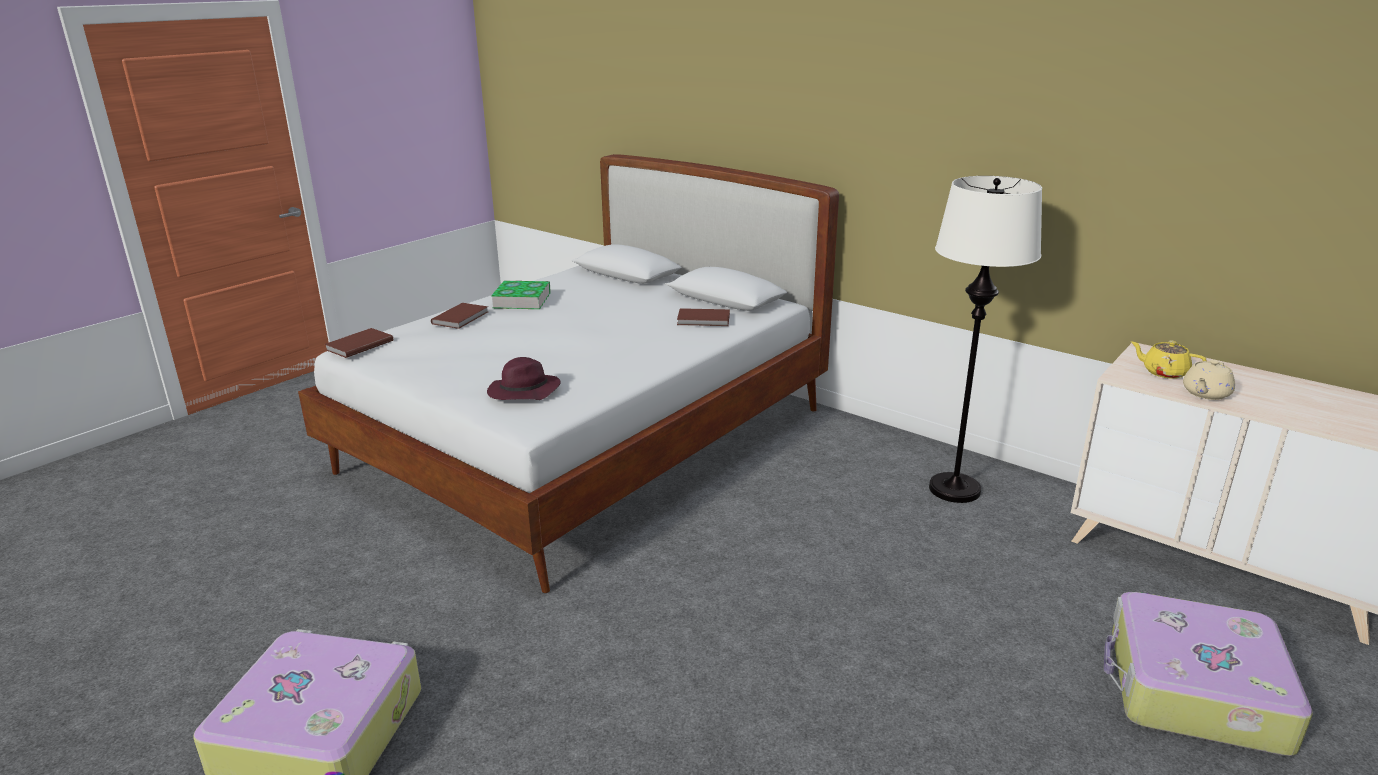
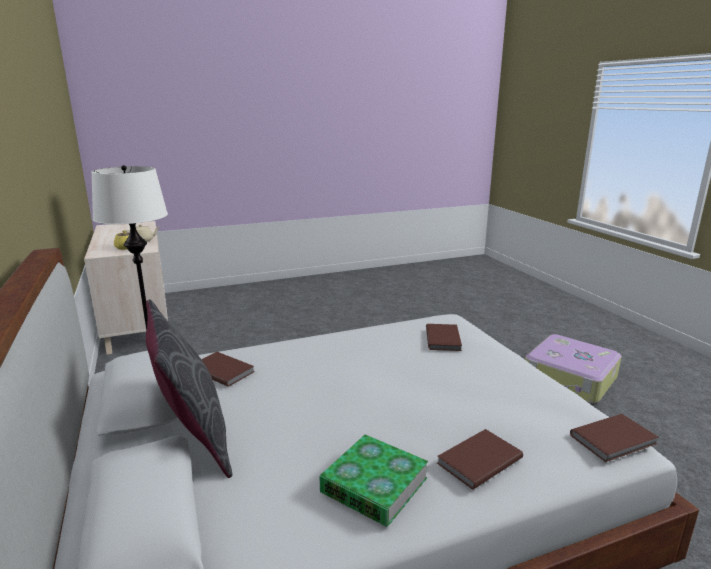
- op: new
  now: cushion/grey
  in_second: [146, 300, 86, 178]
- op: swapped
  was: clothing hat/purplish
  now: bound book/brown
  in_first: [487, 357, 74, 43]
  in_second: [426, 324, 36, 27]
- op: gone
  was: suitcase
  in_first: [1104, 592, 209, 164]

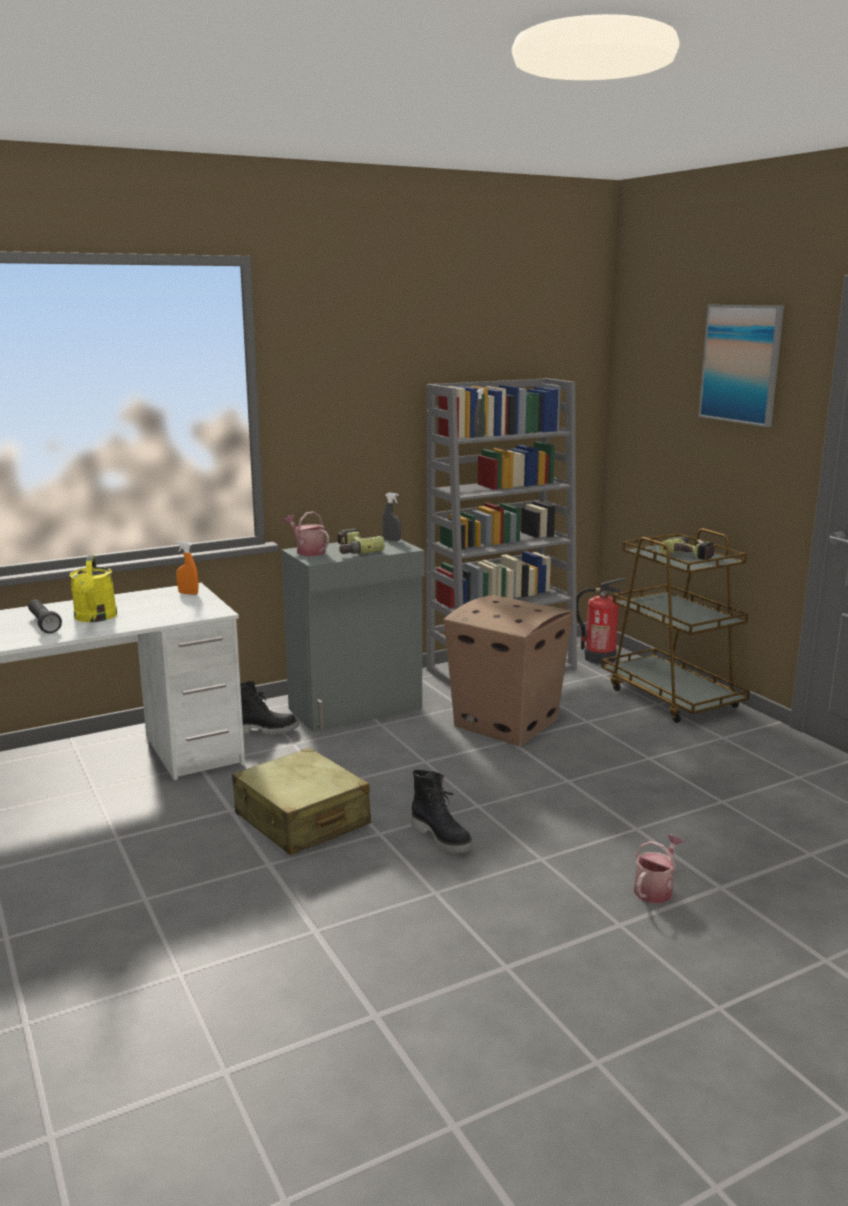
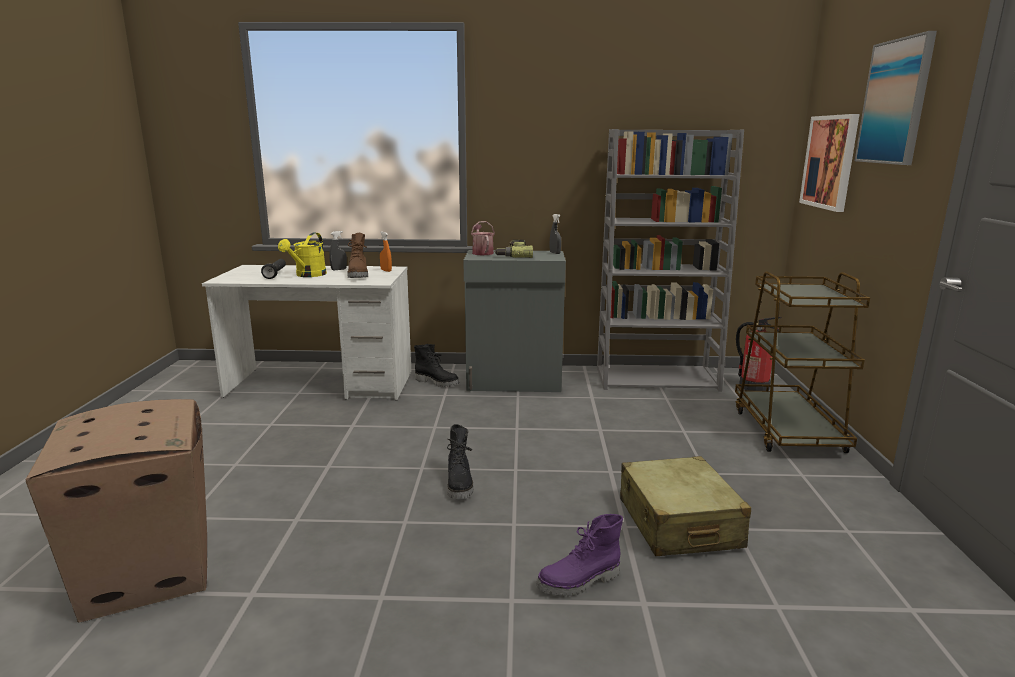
- op: shifted
  was: carton
  in_first: [443, 595, 130, 151]
  in_second: [25, 399, 182, 224]
- op: shifted
  was: sprayer/grey
  in_first: [473, 388, 12, 49]
  in_second: [329, 231, 18, 39]
- op: new
  now: boot/brown
  in_second: [347, 233, 21, 45]
- op: swapped
  was: sprinkling can
  now: boot/purplish
  in_first: [634, 834, 49, 69]
  in_second: [536, 514, 87, 82]
- op: shifted
  was: suitcase/beige
  in_first: [232, 748, 139, 107]
  in_second: [620, 456, 131, 100]
- op: new
  now: picture
  in_second: [799, 114, 60, 98]
- op: gone
  was: drill
  in_first: [659, 536, 56, 24]

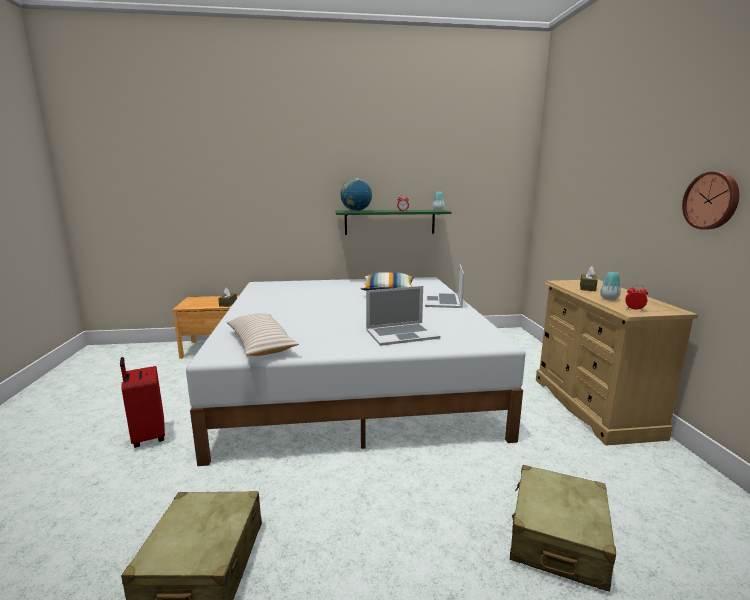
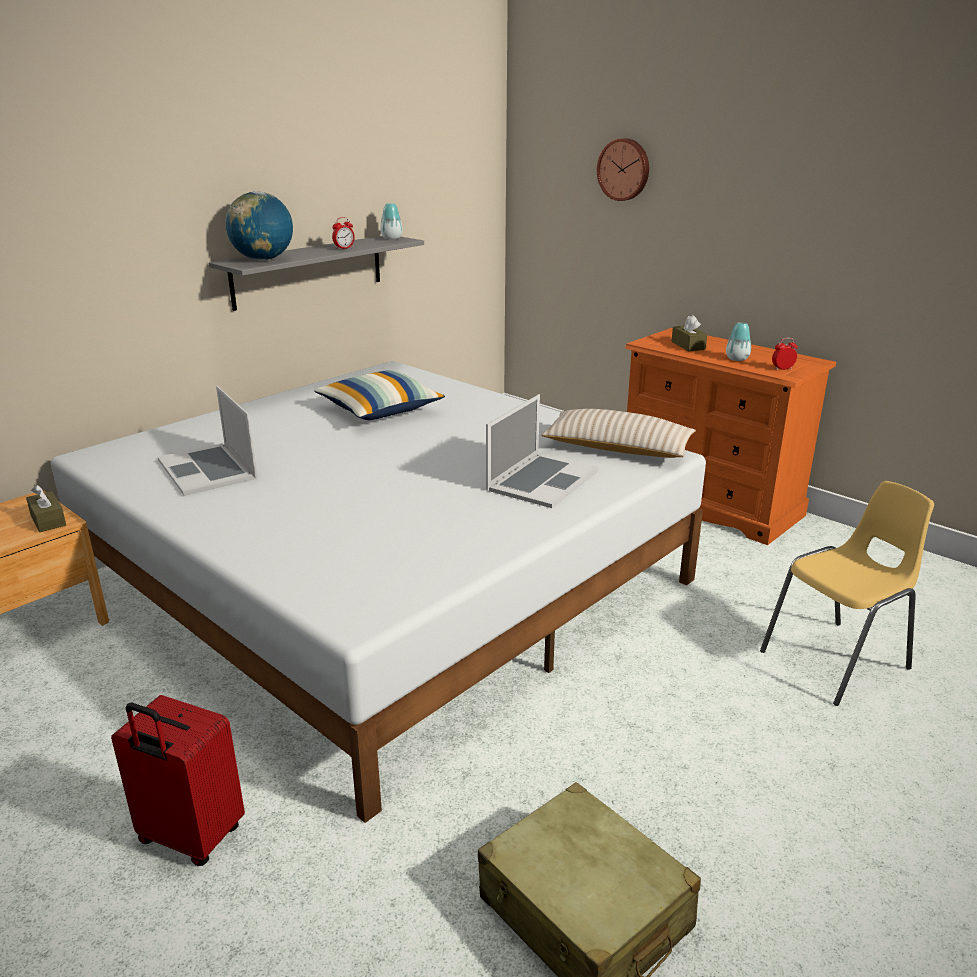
- op: shifted
  was: laptop
  in_first: [425, 264, 39, 44]
  in_second: [158, 386, 100, 110]
- op: repainted
  was: bracket shelf/green
  now: bracket shelf/grey
  in_first: [335, 210, 116, 25]
  in_second: [209, 236, 215, 75]
- op: shifted
  was: cushion/beige
  in_first: [227, 313, 72, 43]
  in_second: [541, 409, 155, 49]
- op: shifted
  was: wall clock
  in_first: [682, 171, 57, 59]
  in_second: [597, 138, 52, 63]
- op: repainted
  was: chest of drawers/beige
  now: chest of drawers/orangey
  in_first: [536, 279, 162, 167]
  in_second: [625, 328, 211, 217]
- op: swapped
  was: suitcase/beige
  now: chair/yellow-coloured
  in_first: [510, 465, 106, 127]
  in_second: [760, 481, 174, 225]

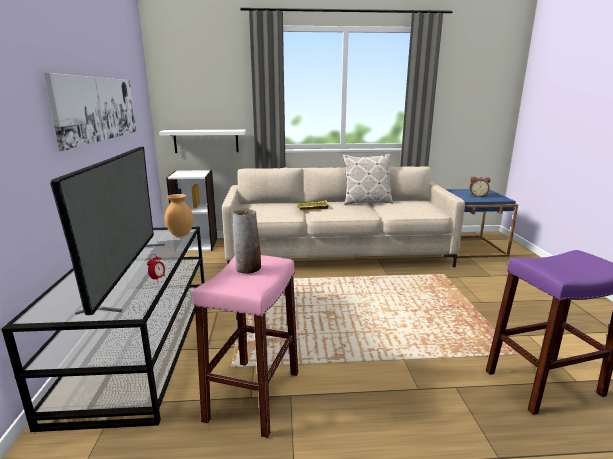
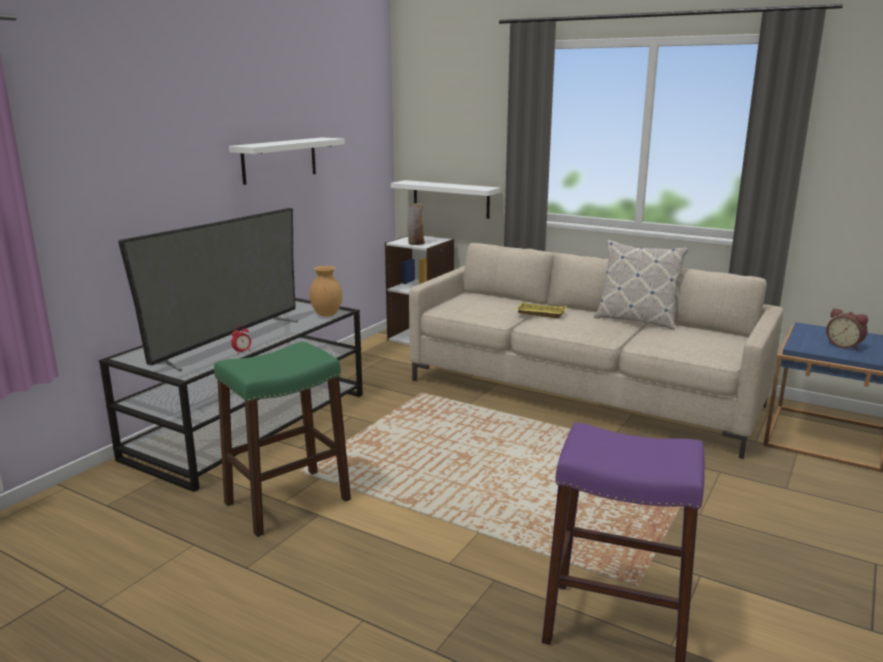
- op: repainted
  was: sitting stool/pink
  now: sitting stool/green
  in_first: [192, 255, 106, 183]
  in_second: [214, 342, 137, 195]
- op: swapped
  was: picture
  now: bracket shelf/white
  in_first: [44, 73, 93, 78]
  in_second: [229, 137, 116, 48]
- op: shifted
  was: vase
  in_first: [233, 209, 28, 65]
  in_second: [407, 203, 18, 42]

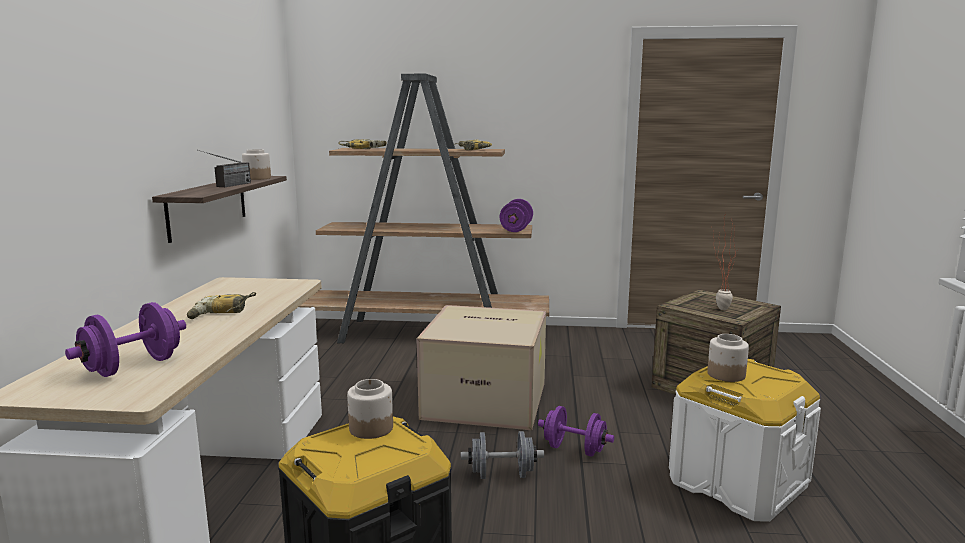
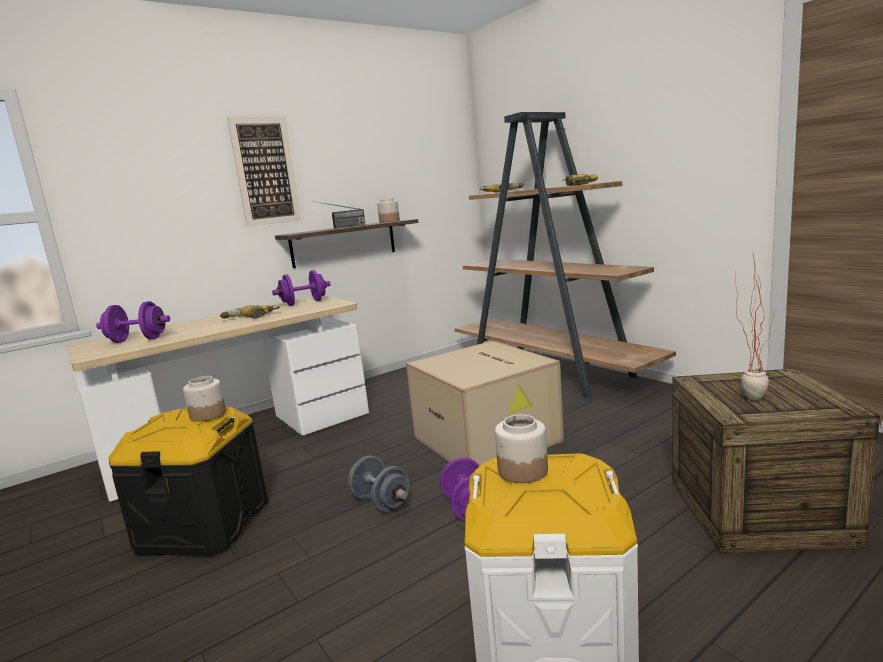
- op: new
  now: picture
  in_second: [227, 117, 74, 110]
- op: shifted
  was: dumbbell/purplish
  in_first: [500, 199, 33, 33]
  in_second: [272, 270, 58, 36]

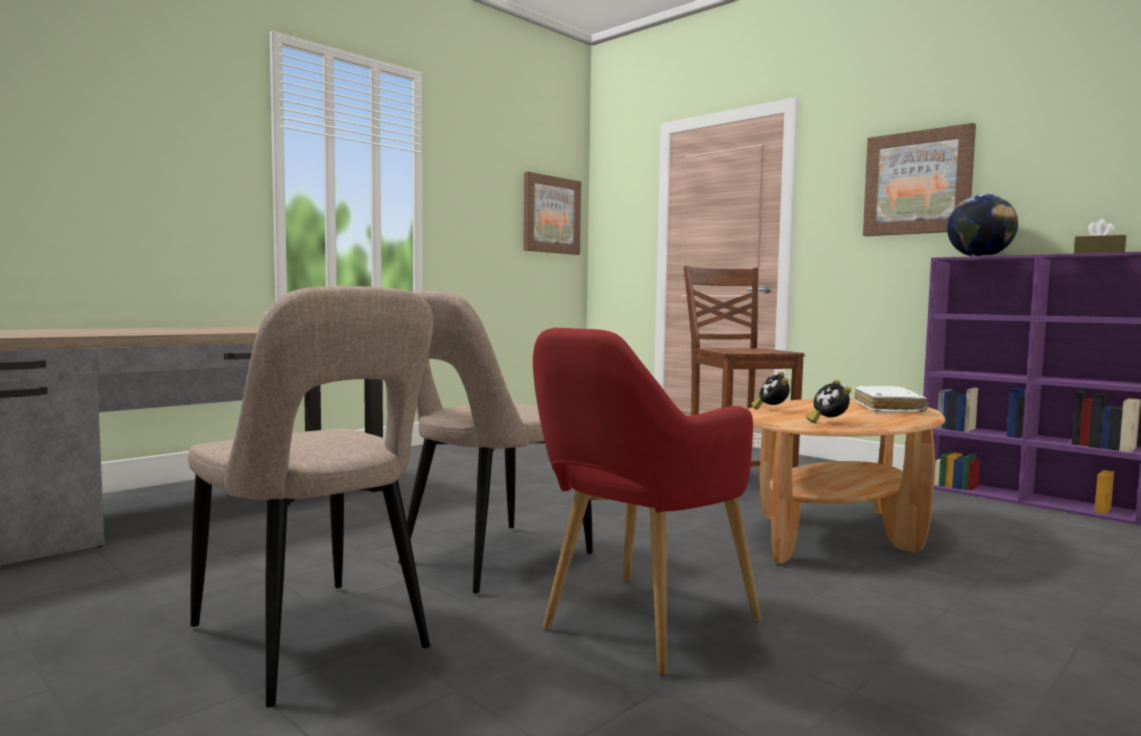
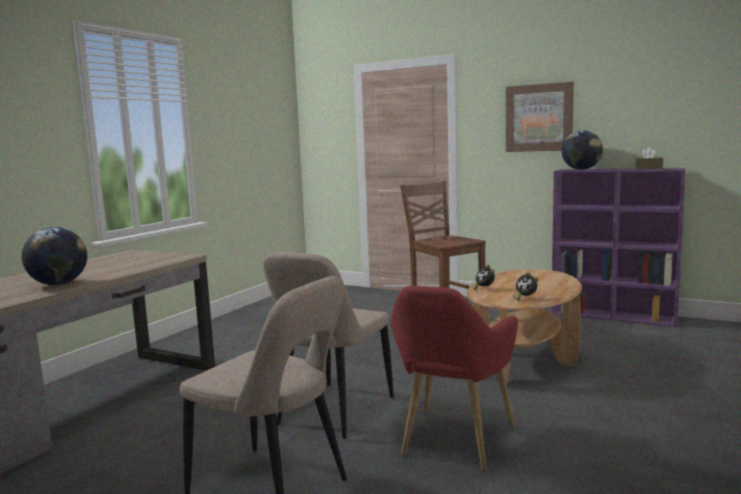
- op: new
  now: world globe
  in_second: [22, 227, 65, 58]
- op: gone
  was: picture
  in_first: [523, 172, 58, 83]
- op: gone
  was: bound book/white
  in_first: [854, 386, 74, 26]

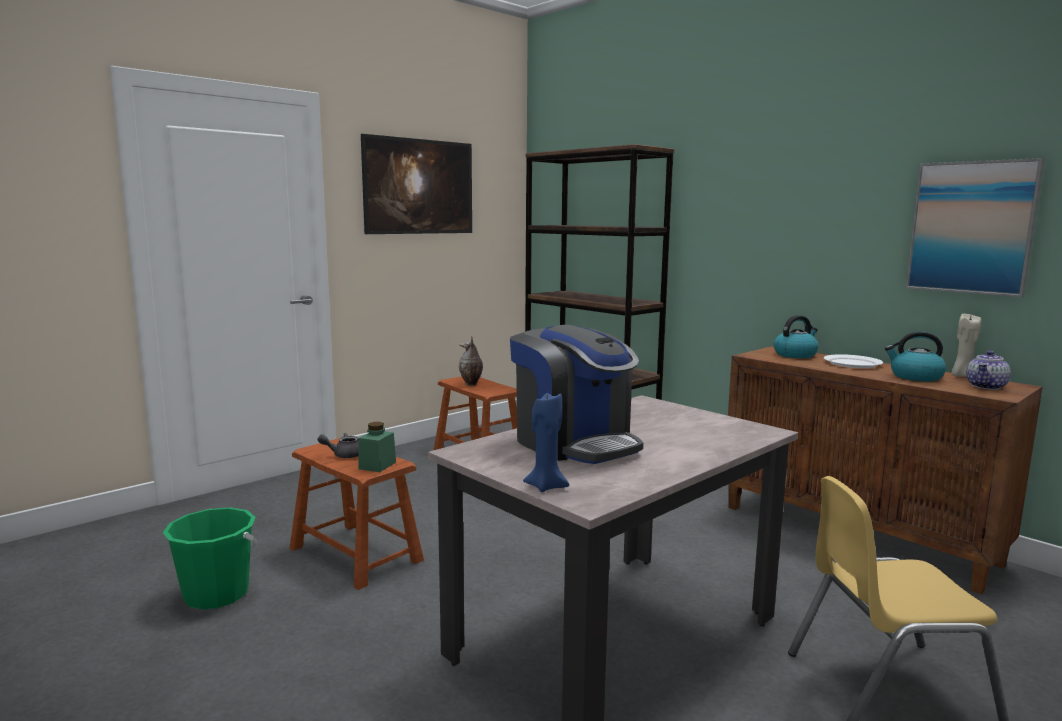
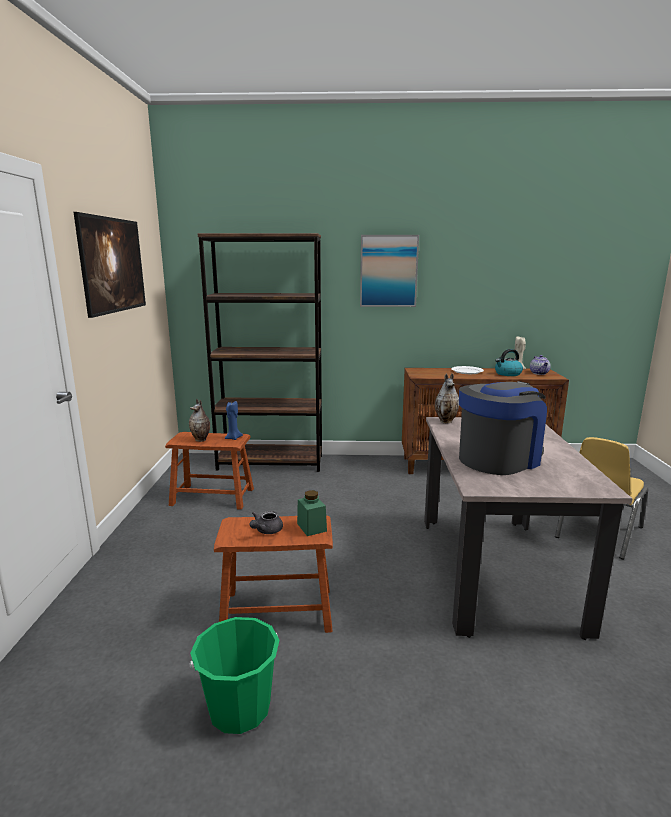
- op: shifted
  was: wax candle/blue
  in_first: [523, 393, 46, 99]
  in_second: [225, 401, 18, 39]
- op: shifted
  was: picture
  in_first: [906, 158, 139, 139]
  in_second: [360, 235, 59, 72]
- op: new
  now: vase
  in_second: [435, 373, 24, 50]
- op: rotated
  was: coffee maker
  in_first: [510, 325, 133, 139]
  in_second: [459, 381, 88, 94]
  clockwise: -45
- op: gone
  was: water kettle
  in_first: [774, 315, 45, 43]

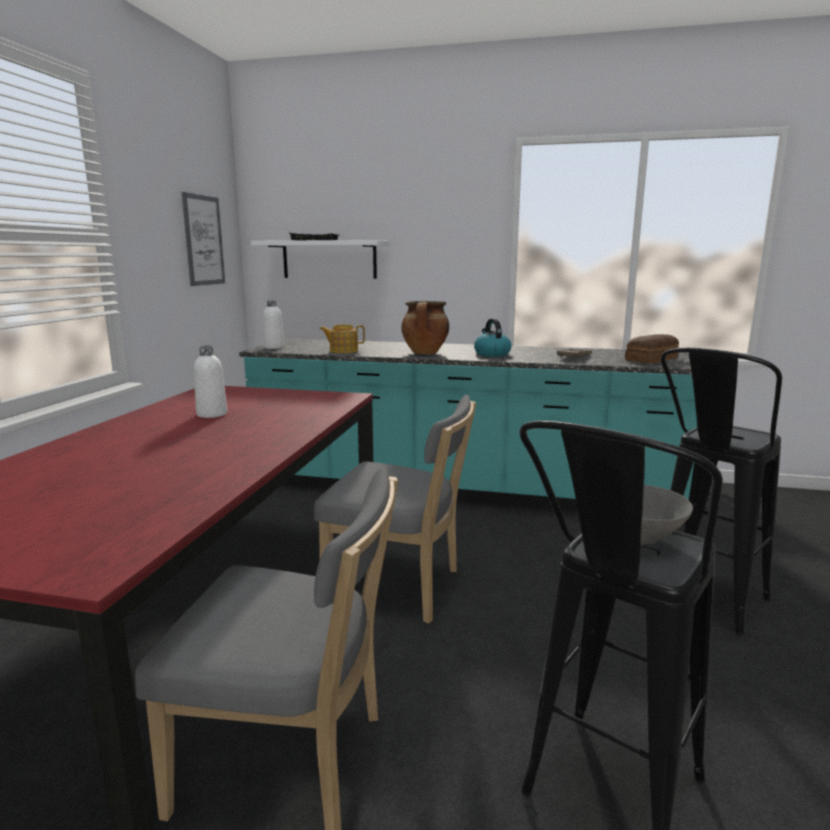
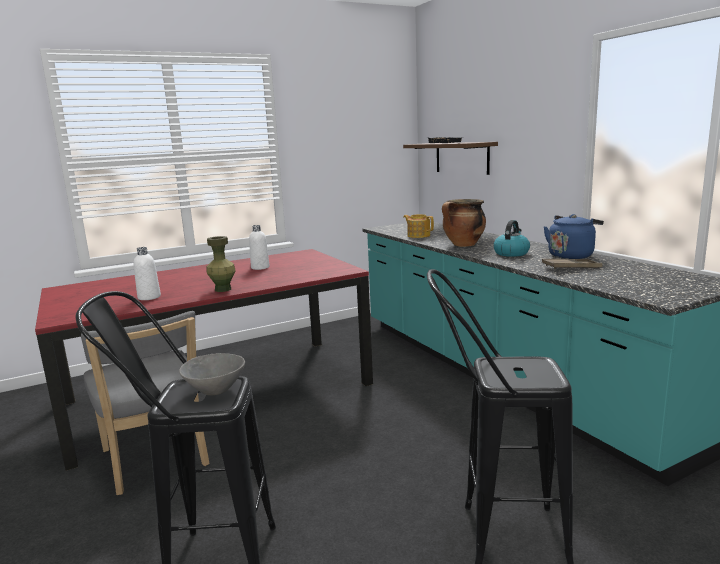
- op: shifted
  was: drink bottle/white
  in_first: [263, 300, 21, 49]
  in_second: [134, 247, 27, 53]
- op: new
  now: vase/green
  in_second: [207, 236, 29, 56]
- op: repainted
  was: bracket shelf/white
  now: bracket shelf/brown
  in_first: [251, 240, 138, 39]
  in_second: [403, 142, 95, 33]
- op: new
  now: water kettle/blue
  in_second: [544, 214, 60, 45]
- op: gone
  was: picture
  in_first: [182, 192, 43, 94]
- op: gone
  was: chair/grey
  in_first: [314, 395, 162, 229]
- op: gone
  was: baked bread
  in_first: [625, 334, 54, 30]

